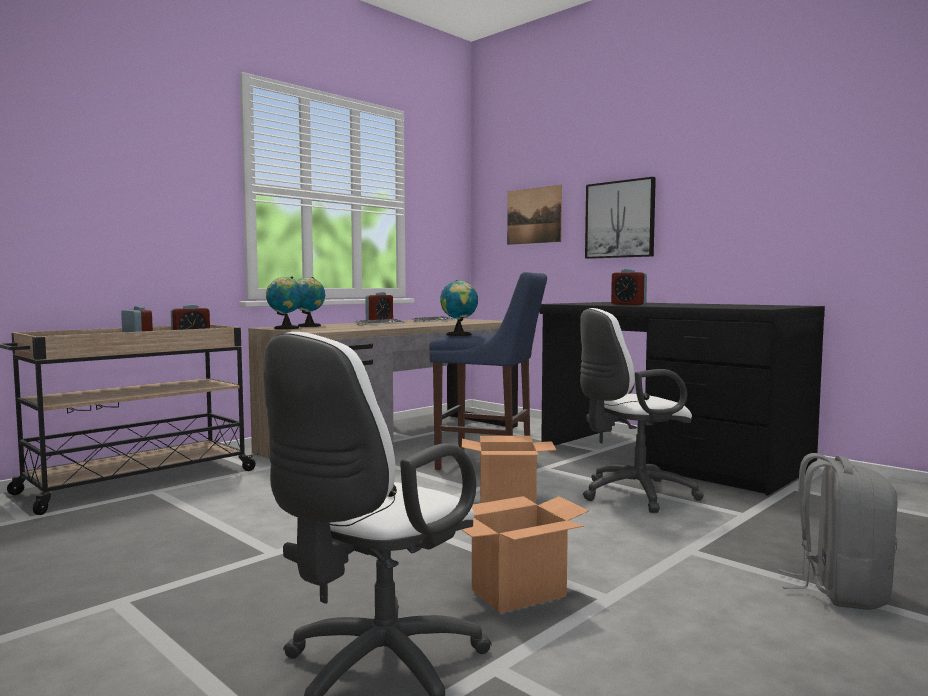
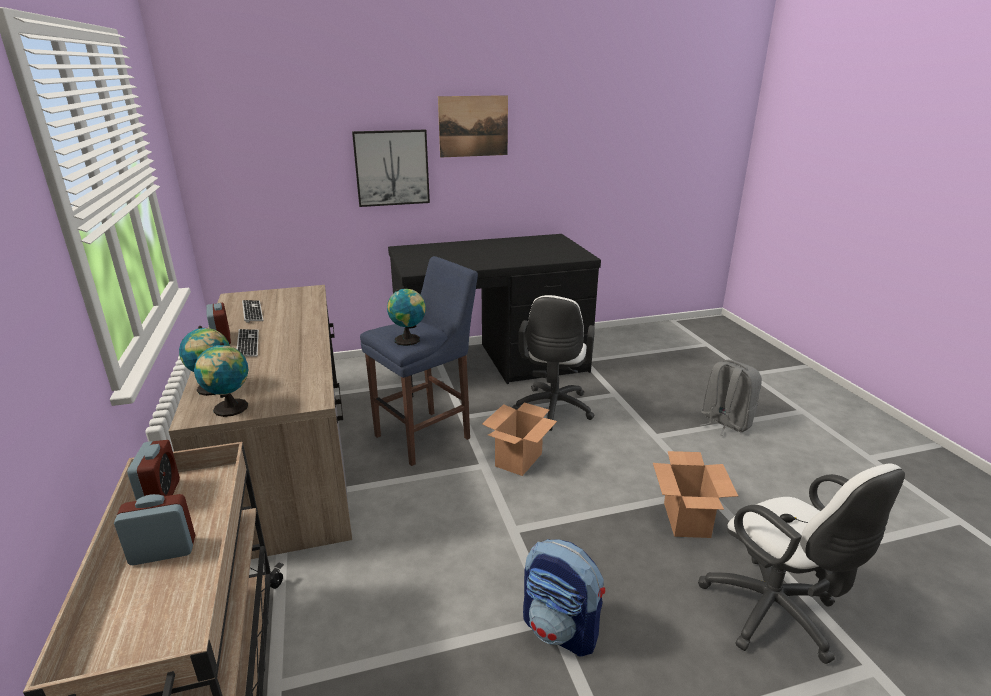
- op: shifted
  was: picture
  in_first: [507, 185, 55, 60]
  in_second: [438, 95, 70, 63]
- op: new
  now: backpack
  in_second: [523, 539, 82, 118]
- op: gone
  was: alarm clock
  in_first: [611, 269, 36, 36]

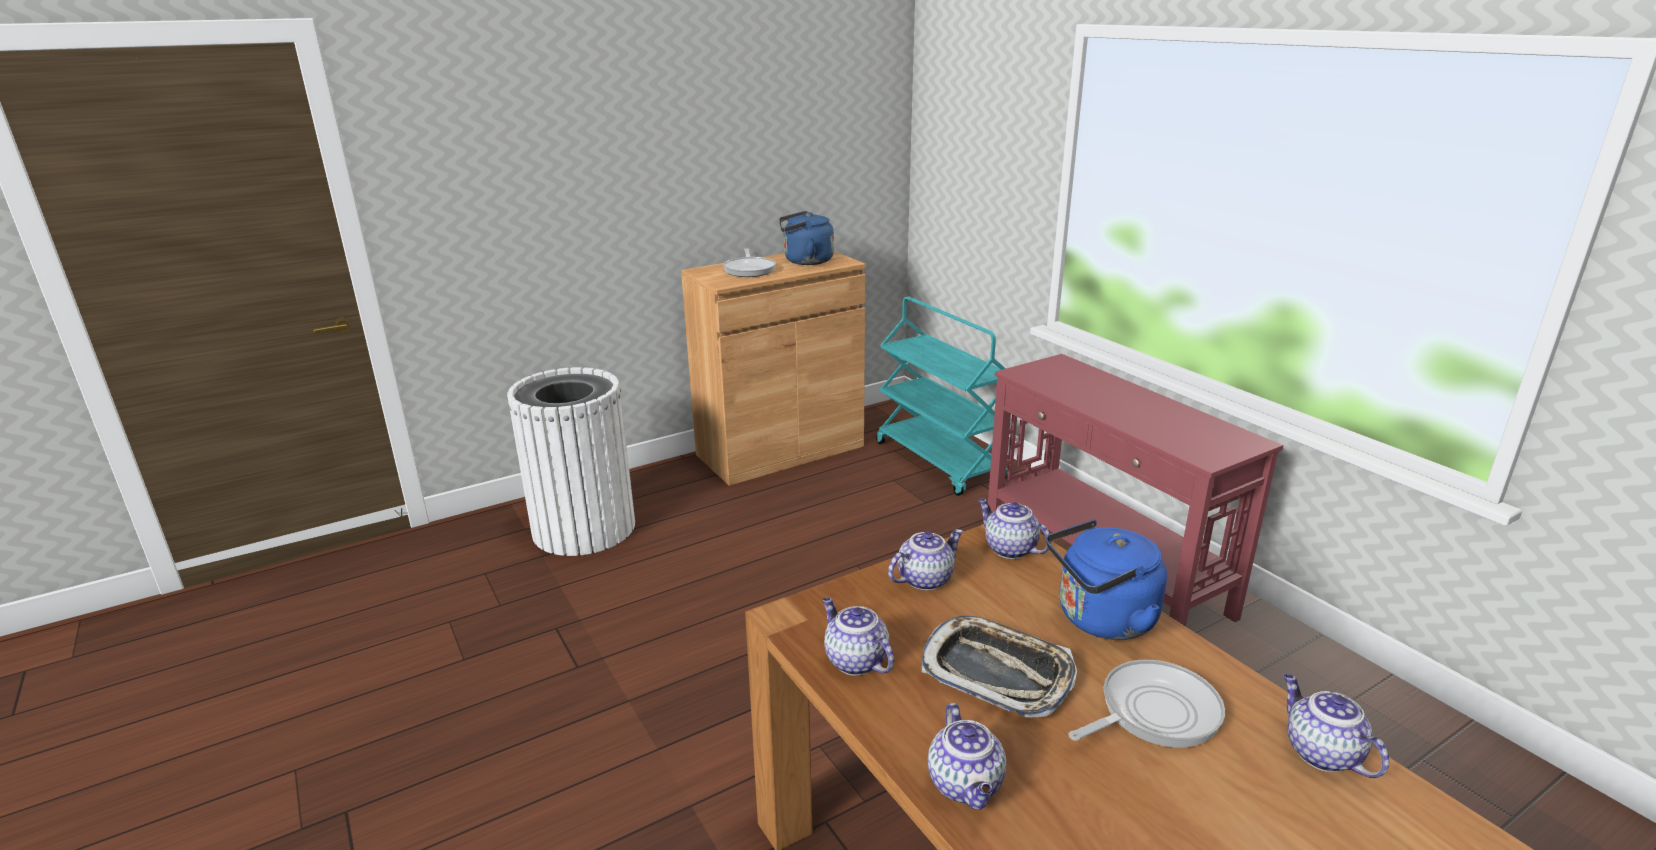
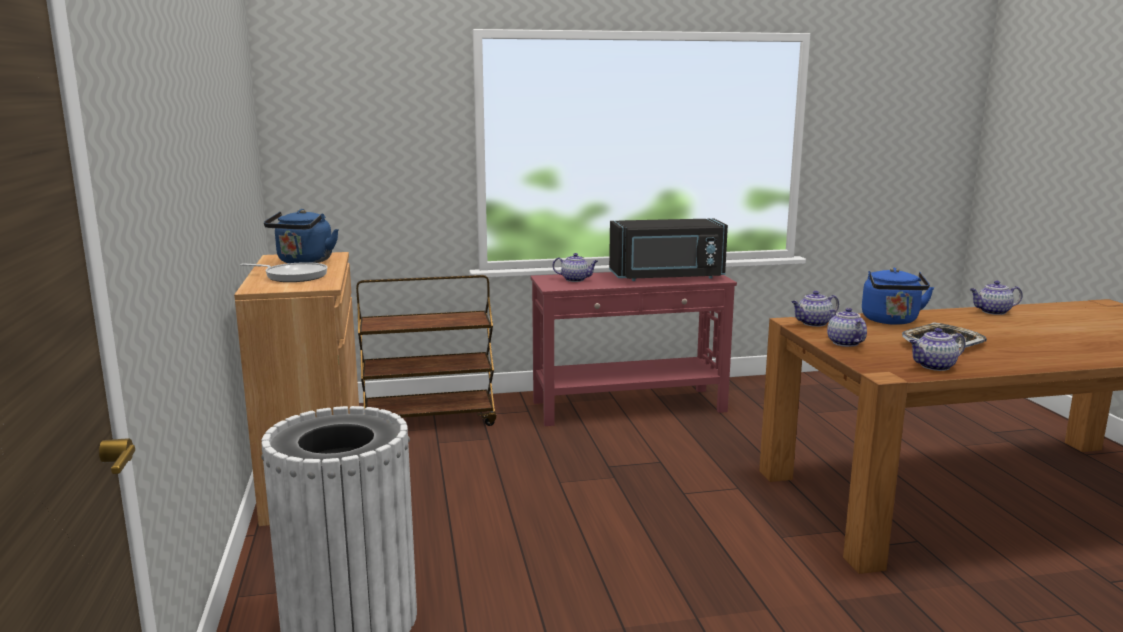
- op: repainted
  was: cart/turquoise
  now: cart/brown
  in_first: [876, 297, 135, 199]
  in_second: [356, 275, 140, 151]
- op: shifted
  was: pot for tea
  in_first: [928, 703, 78, 107]
  in_second: [553, 253, 45, 29]
- op: new
  now: microwave/blackish
  in_second: [609, 218, 119, 63]
- op: gone
  was: skillet
  in_first: [1068, 660, 157, 87]

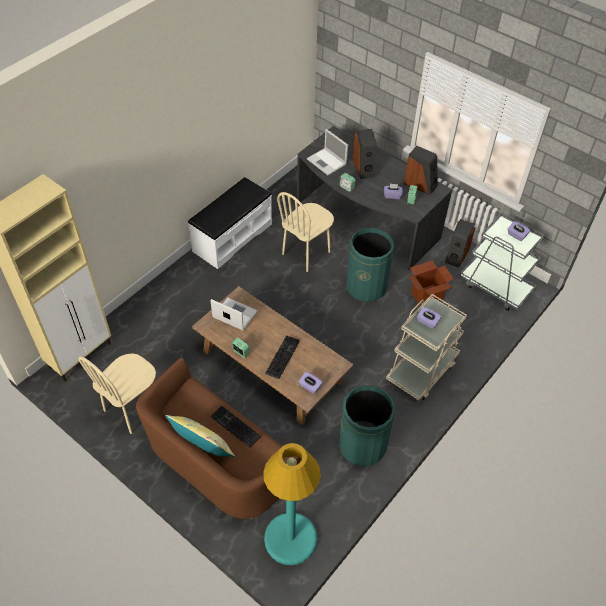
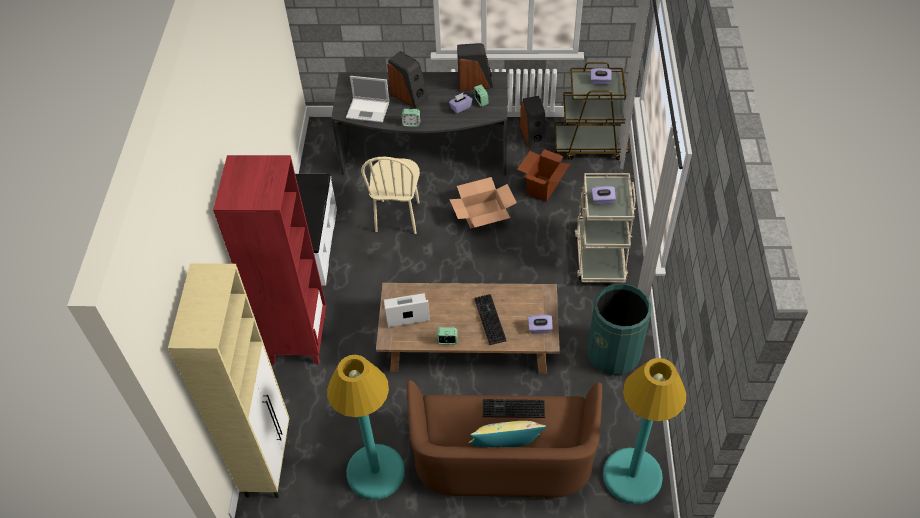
- op: new
  now: shelving unit/red-coloured
  in_second: [213, 155, 113, 210]
- op: swapped
  was: chair/beige
  now: standard lamp/turquoise
  in_first: [79, 353, 77, 81]
  in_second: [327, 355, 78, 145]
- op: swapped
  was: waste bin/green
  now: carton
  in_first: [346, 228, 48, 74]
  in_second: [449, 177, 68, 51]
- op: repainted
  was: cart/grey
  now: cart/brown
  in_first: [459, 212, 85, 99]
  in_second: [555, 62, 75, 98]

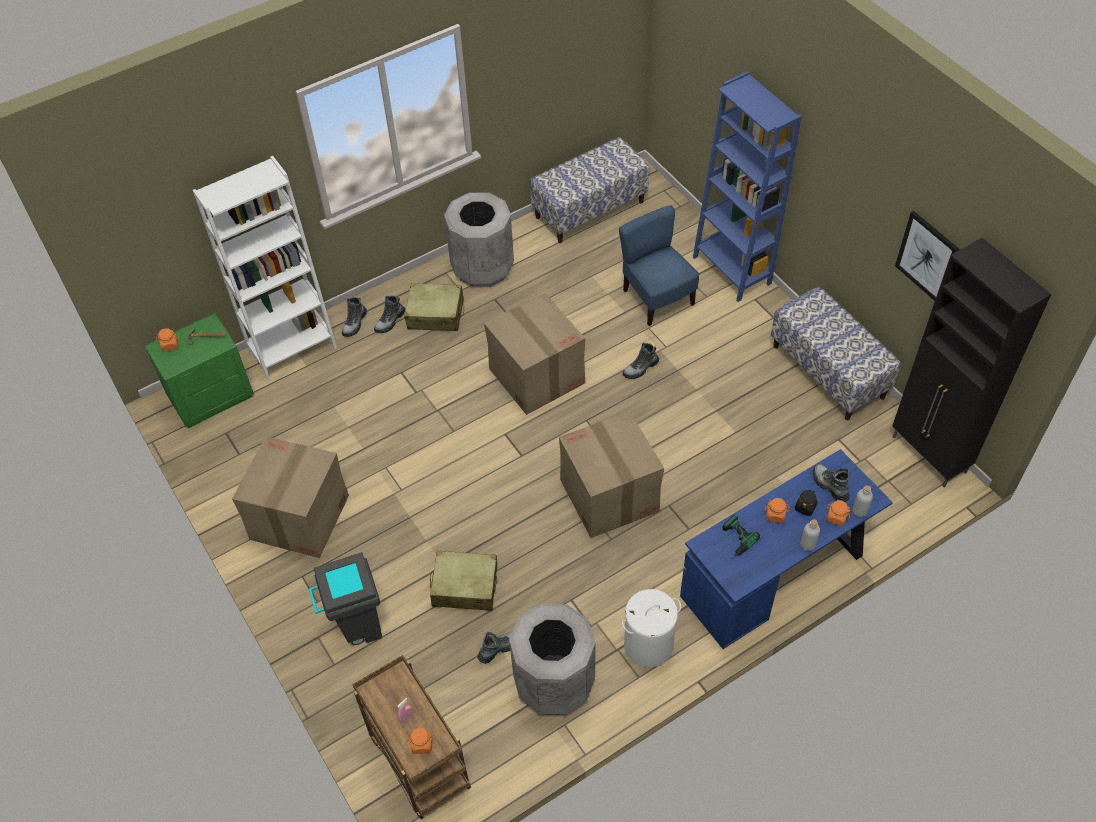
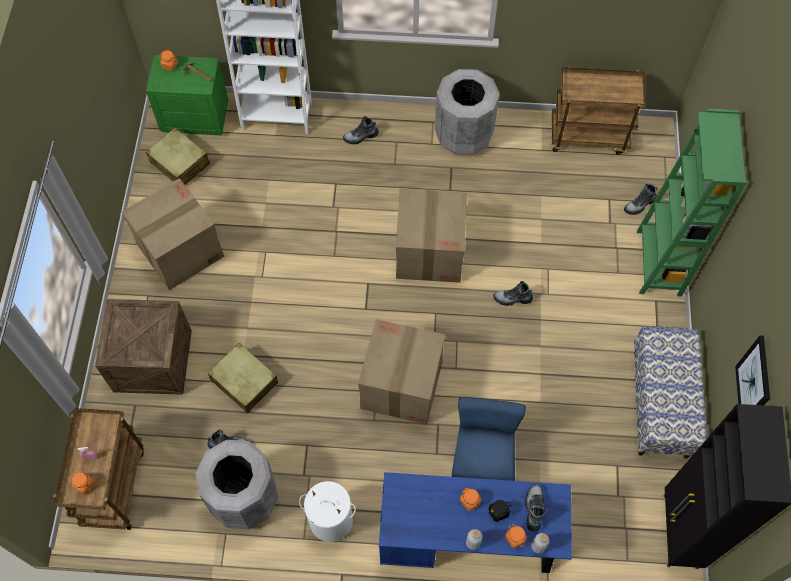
- op: swapped
  was: waste bin/grey
  now: shipping crate
  in_first: [309, 552, 73, 93]
  in_second: [95, 299, 97, 96]
- op: shifted
  was: suitcase/beige
  in_first: [404, 284, 60, 47]
  in_second: [146, 128, 64, 57]
- op: shifted
  was: chair/blue
  in_first: [619, 205, 80, 121]
  in_second: [451, 397, 75, 84]
- op: swapped
  was: indoor bench
  now: cart/brown
  in_first: [530, 137, 120, 106]
  in_second: [552, 66, 94, 89]
- op: shifted
  was: boot
  in_first: [342, 297, 25, 40]
  in_second: [624, 184, 33, 31]
- op: repainted
  was: shelving unit/blue
  now: shelving unit/green
  in_first: [693, 71, 109, 231]
  in_second: [637, 108, 110, 188]
- op: gone
  was: drill
  in_first: [723, 514, 37, 44]

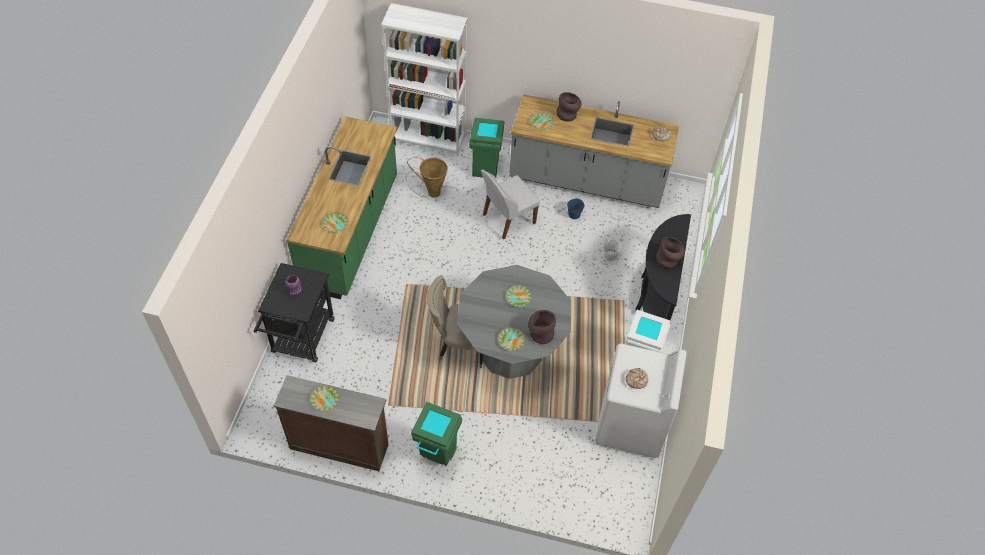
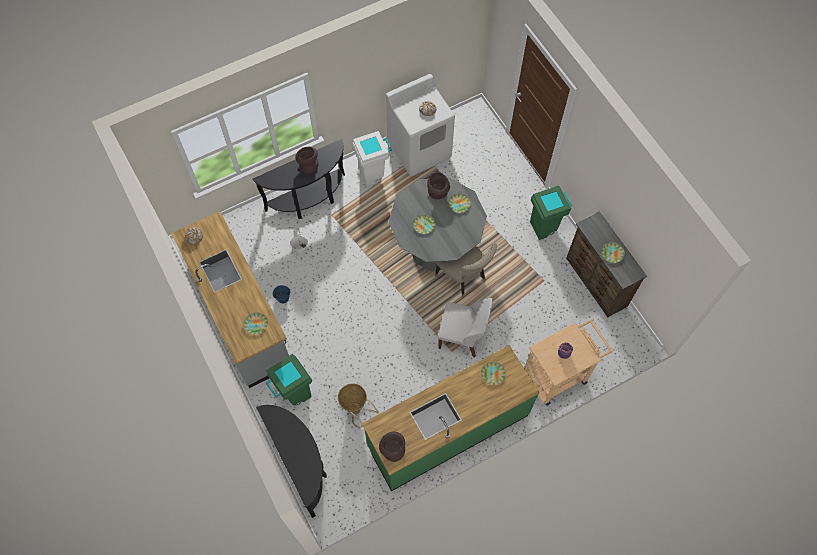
- op: swapped
  was: shelving unit/white
  now: narrow table/blackish
  in_first: [381, 3, 87, 153]
  in_second: [256, 405, 71, 113]
- op: shifted
  was: vase/brown
  in_first: [556, 92, 25, 29]
  in_second: [379, 432, 26, 30]
- op: shifted
  was: chair/white
  in_first: [481, 170, 59, 70]
  in_second: [438, 298, 55, 59]
- op: repainted
  was: cart/blackish
  now: cart/beige
  in_first: [254, 263, 80, 99]
  in_second: [524, 318, 90, 87]

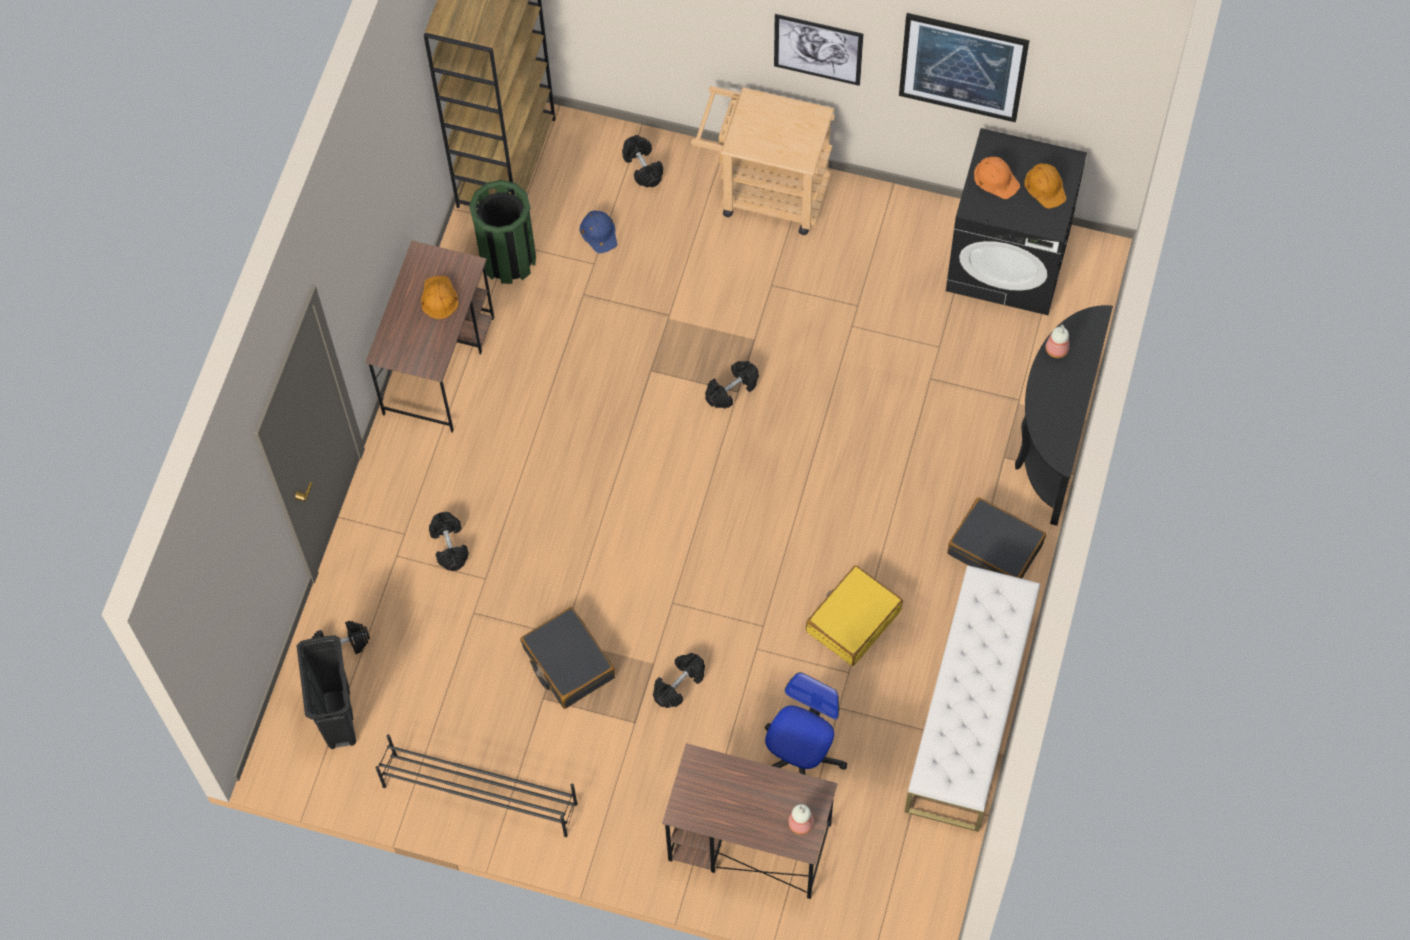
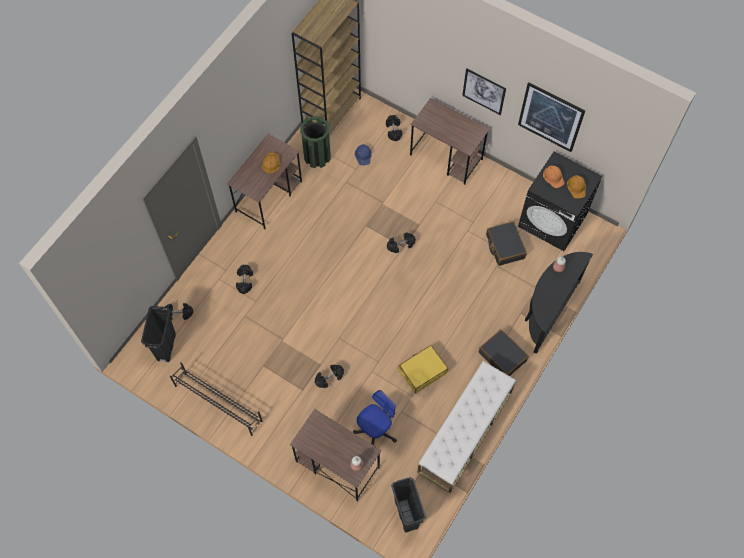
- op: new
  now: waste bin/blackish
  in_second: [391, 477, 35, 56]
- op: swapped
  was: cart/beige
  now: desk table/brown
  in_first: [691, 86, 144, 149]
  in_second: [410, 98, 80, 87]
- op: shifted
  was: suitcase/blackish
  in_first: [521, 607, 94, 102]
  in_second: [486, 221, 41, 45]

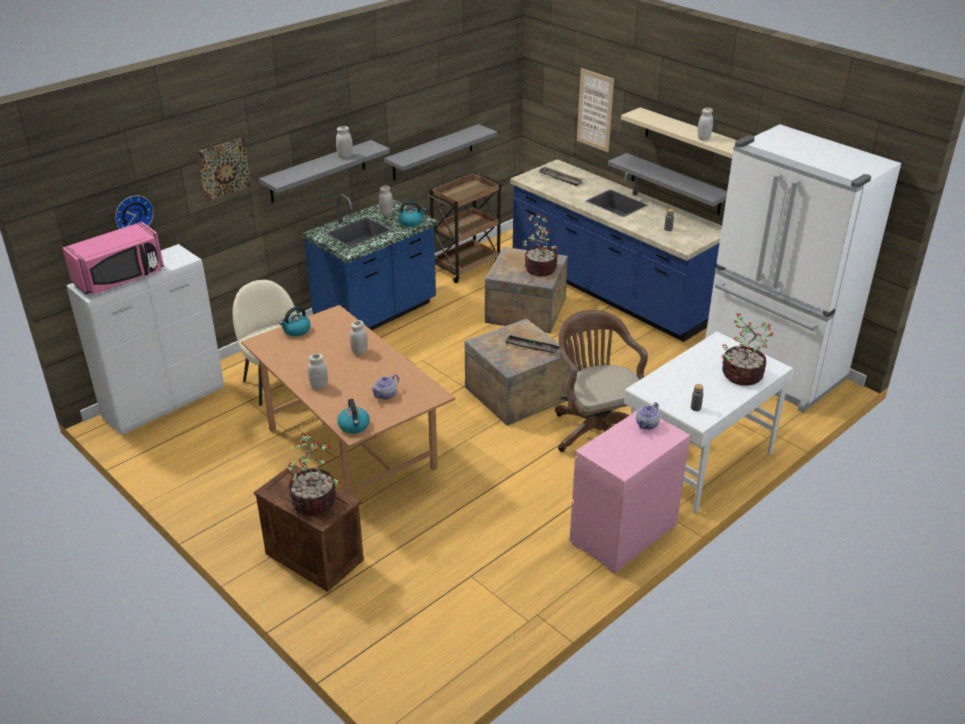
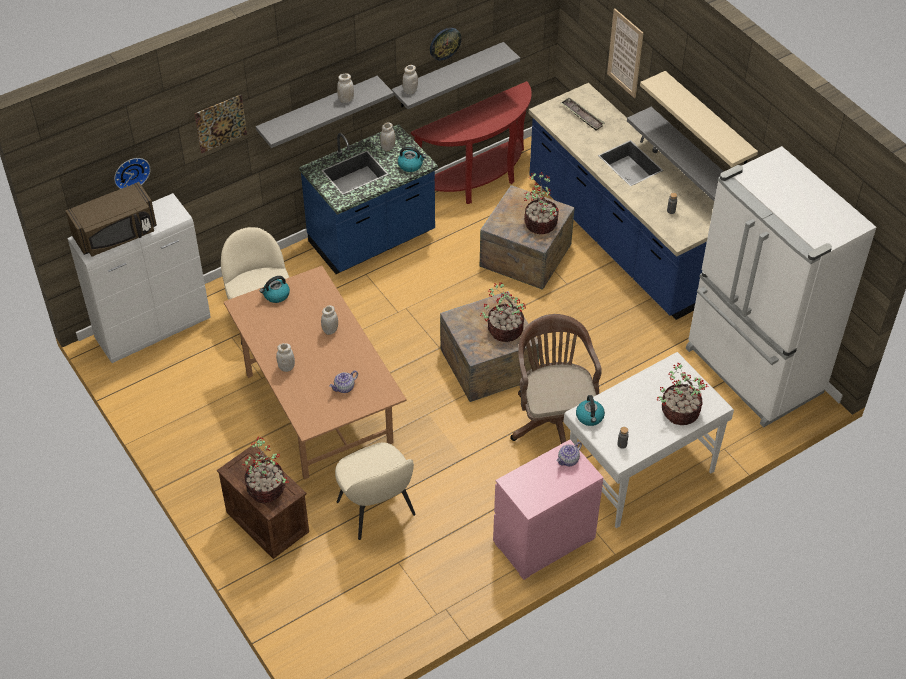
- op: repainted
  was: microwave/pink
  now: microwave/brown
  in_first: [62, 222, 102, 72]
  in_second: [65, 182, 92, 75]
- op: new
  now: chair/beige
  in_second: [335, 442, 81, 98]
- op: shifted
  was: preserve jar/white
  in_first: [697, 108, 16, 32]
  in_second: [403, 65, 15, 29]
- op: swapped
  was: cart/brown
  now: narrow table/red-coloured
  in_first: [427, 172, 76, 111]
  in_second: [411, 81, 121, 123]
- op: new
  now: wall clock
  in_second: [430, 28, 31, 32]
- op: swapped
  was: tray
  now: houseplant
  in_first: [504, 334, 55, 19]
  in_second: [480, 282, 46, 60]
- op: shifted
  was: water kettle
  in_first: [338, 399, 32, 35]
  in_second: [576, 395, 29, 31]

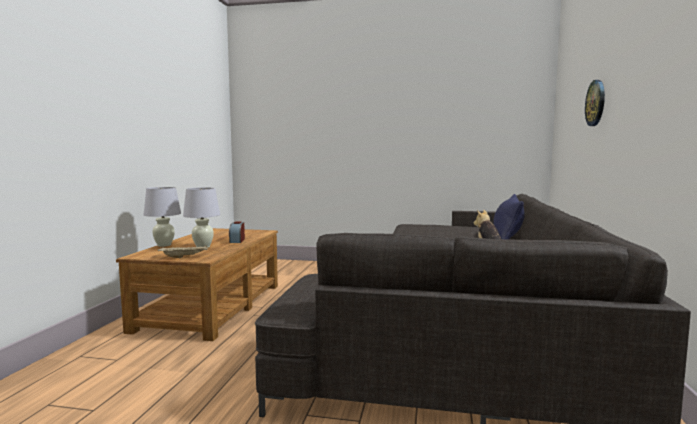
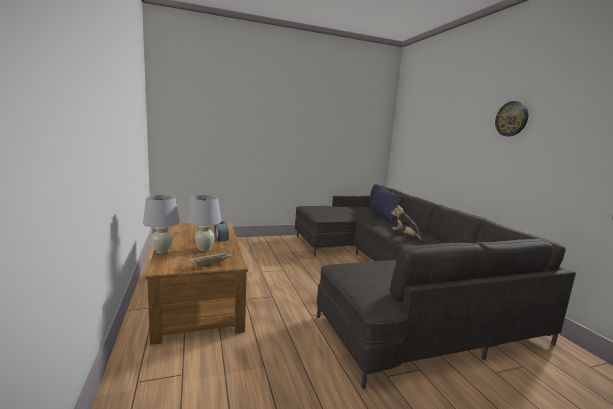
- op: shifted
  was: wall clock
  in_first: [585, 80, 20, 46]
  in_second: [495, 101, 33, 35]

